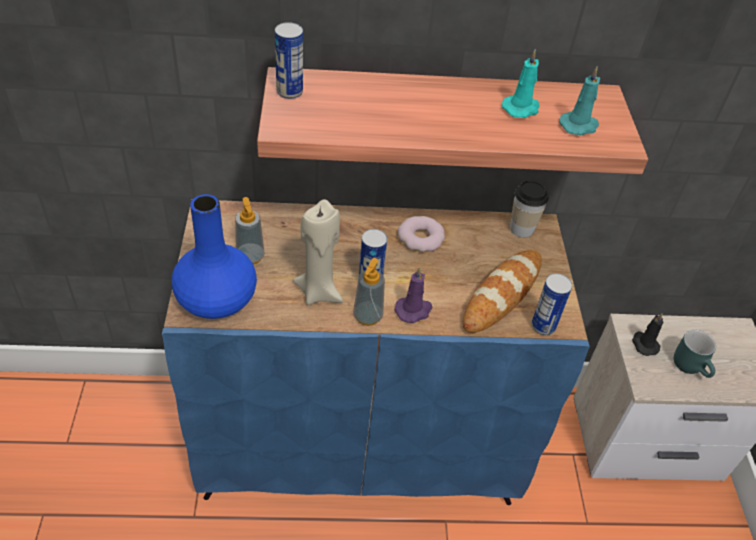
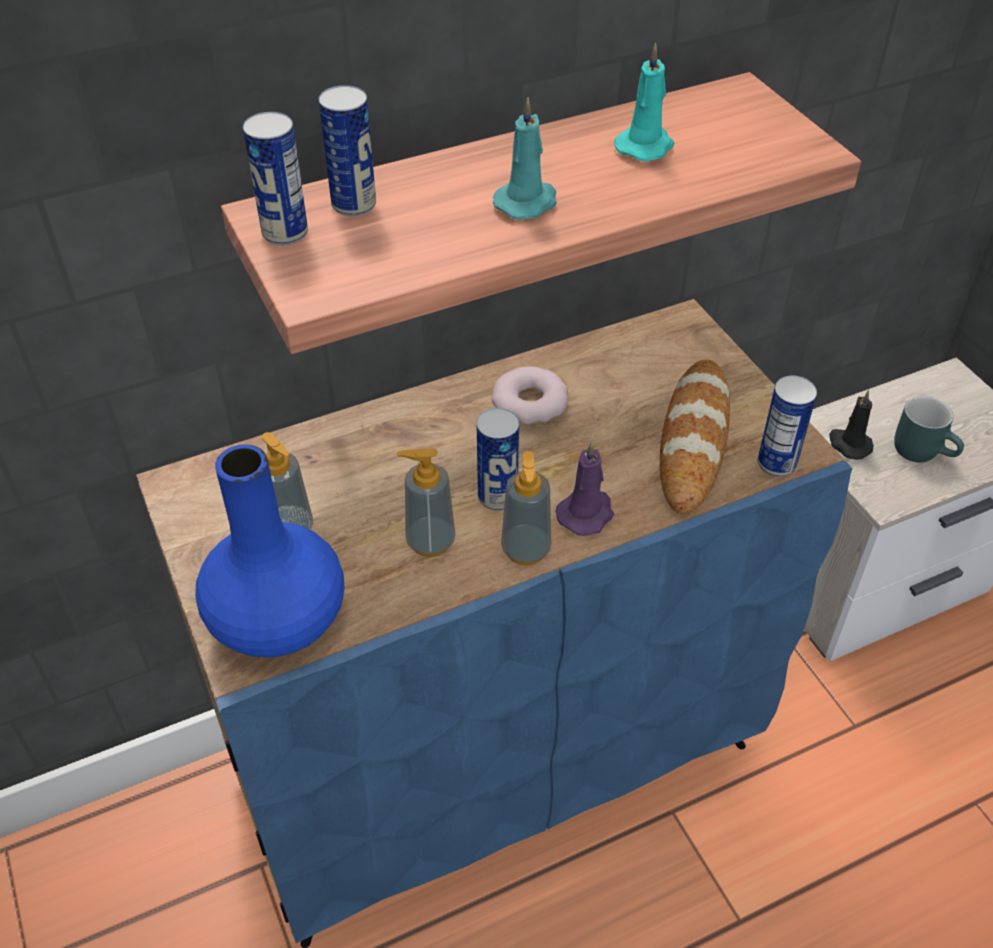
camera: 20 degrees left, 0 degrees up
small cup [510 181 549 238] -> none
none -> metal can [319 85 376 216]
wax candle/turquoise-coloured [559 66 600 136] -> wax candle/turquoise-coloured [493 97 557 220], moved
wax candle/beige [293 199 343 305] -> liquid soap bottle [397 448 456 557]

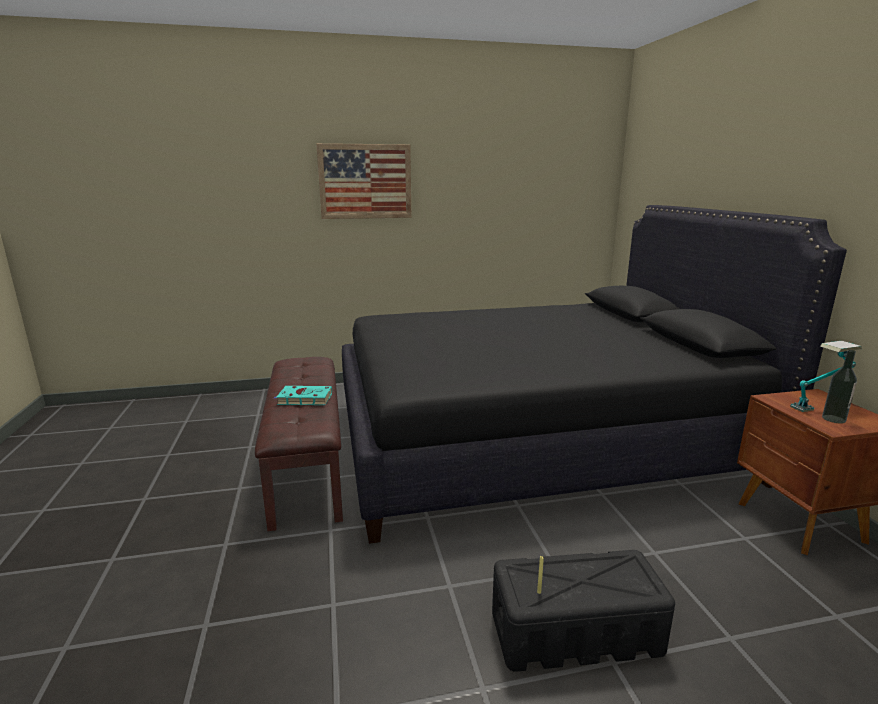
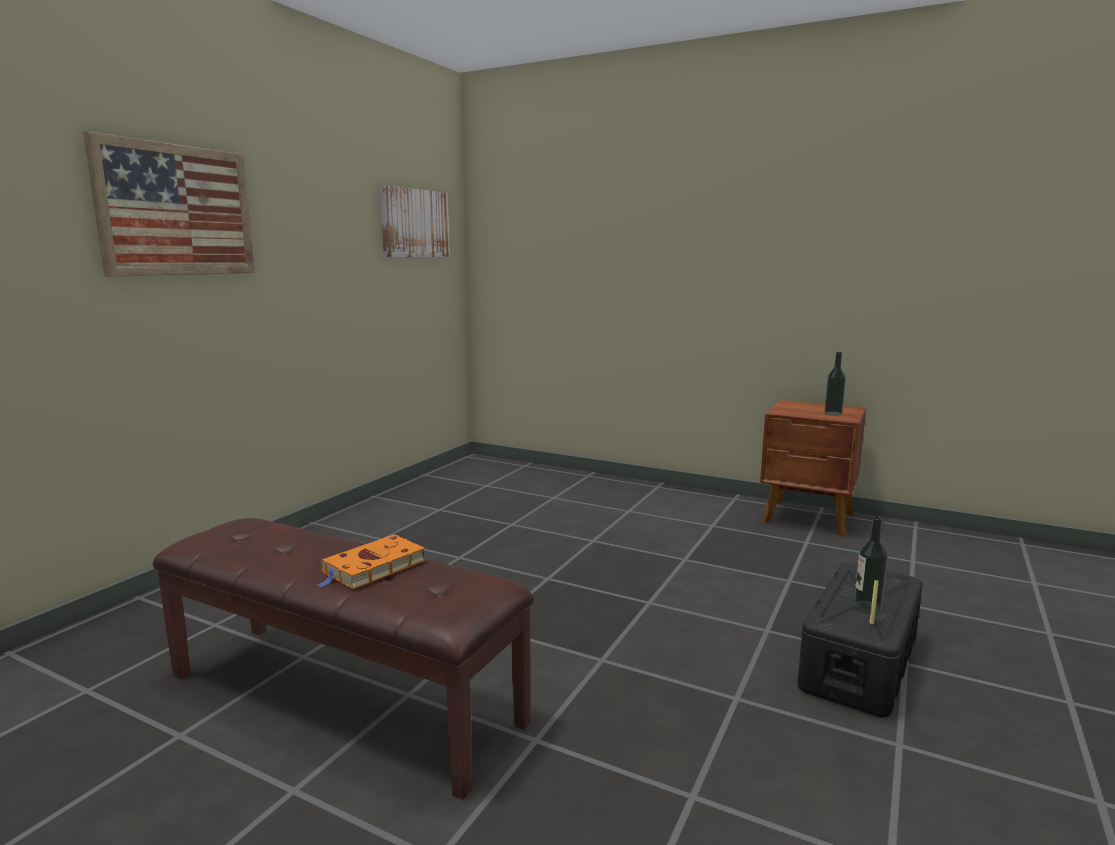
camera: 50 degrees left, 5 degrees down
bedroom bed/black [342 205 847 544] -> none
table lamp [790 341 862 412] -> none
none -> wall picture [380 185 450 257]
none -> beverage bottle [854 516 888 613]
volume/turquoise-coloured [272 386 332 405] -> volume/orangey [317 535 426 589]

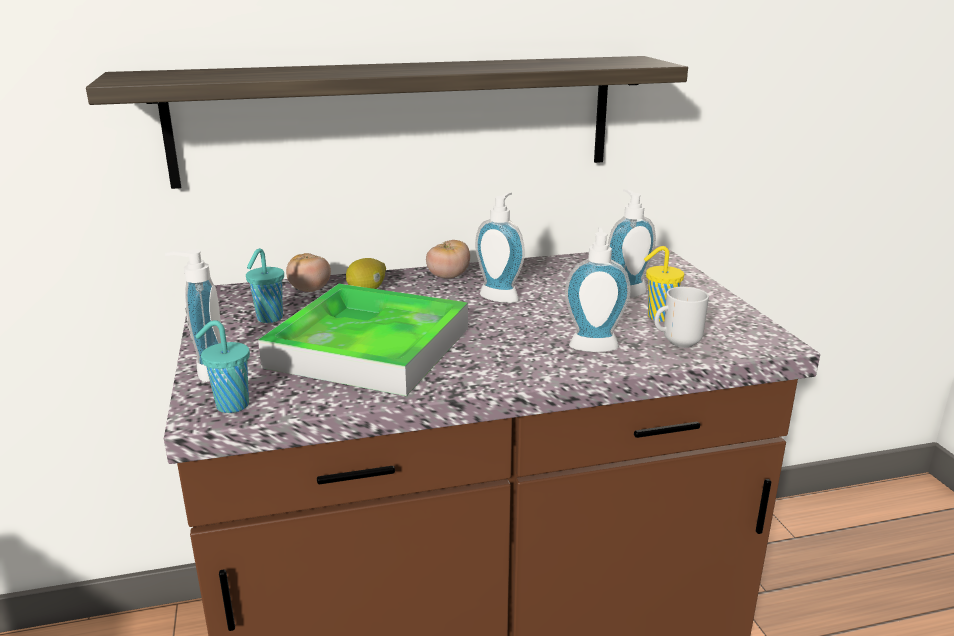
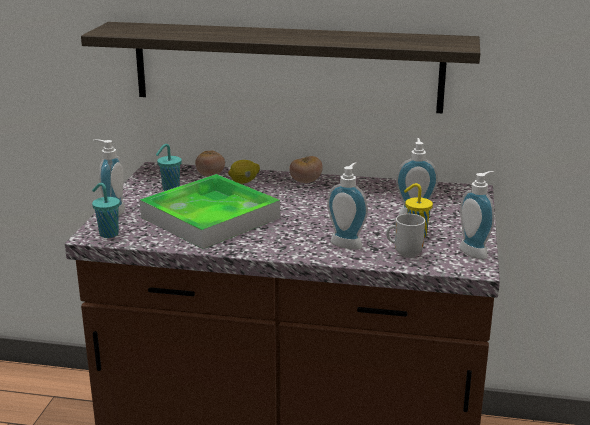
camera: 25 degrees right, 0 degrees up
liquid soap bottle [475 192 525 303] -> liquid soap bottle [460 171 494 259], moved

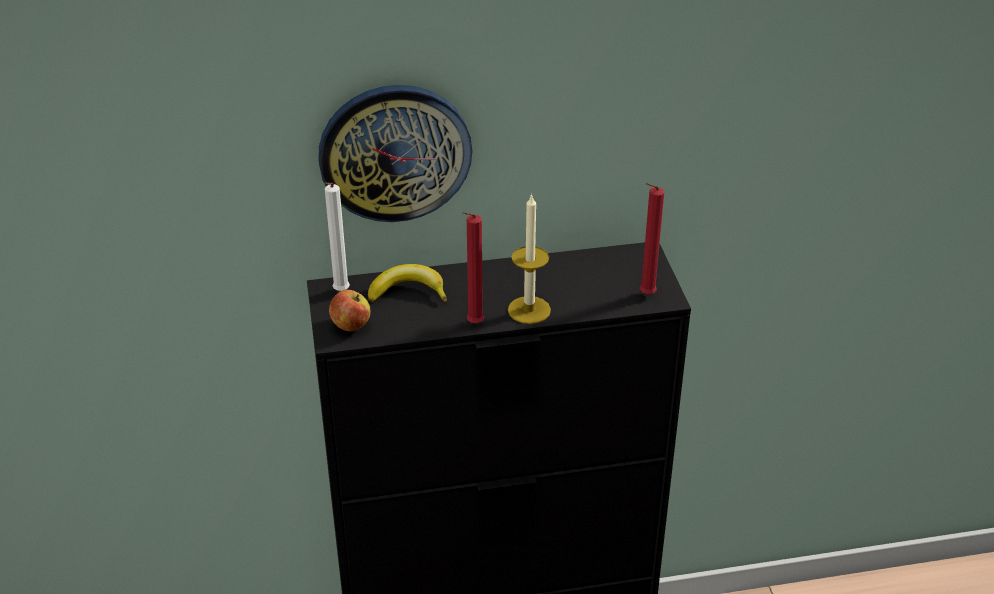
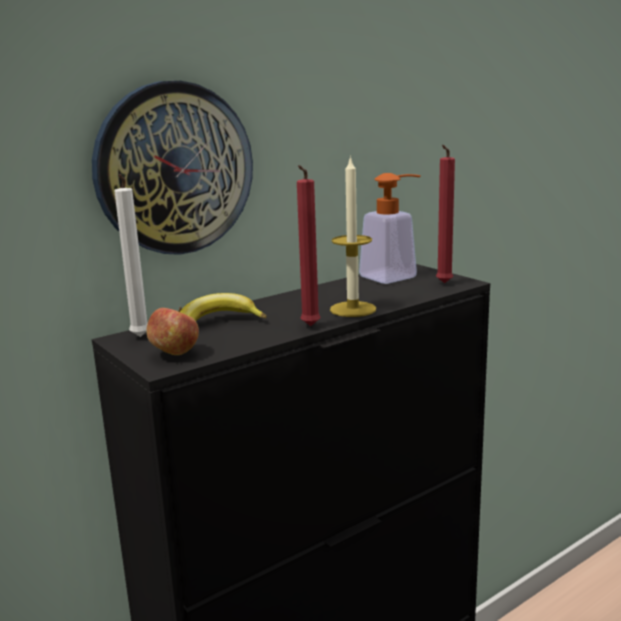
camera: 25 degrees left, 20 degrees down
none -> liquid soap bottle [359 173 421 284]

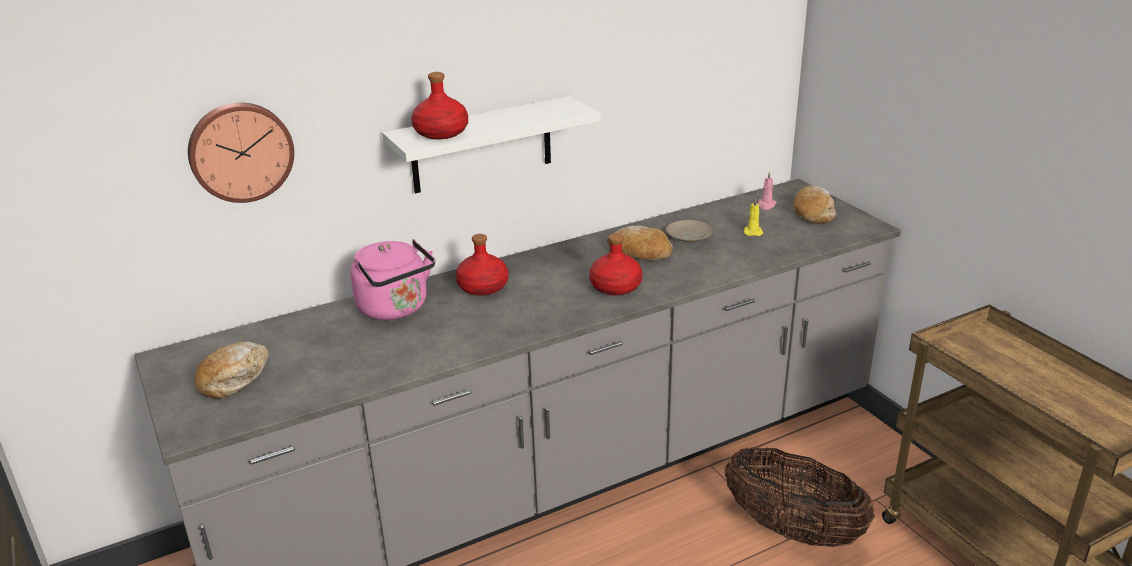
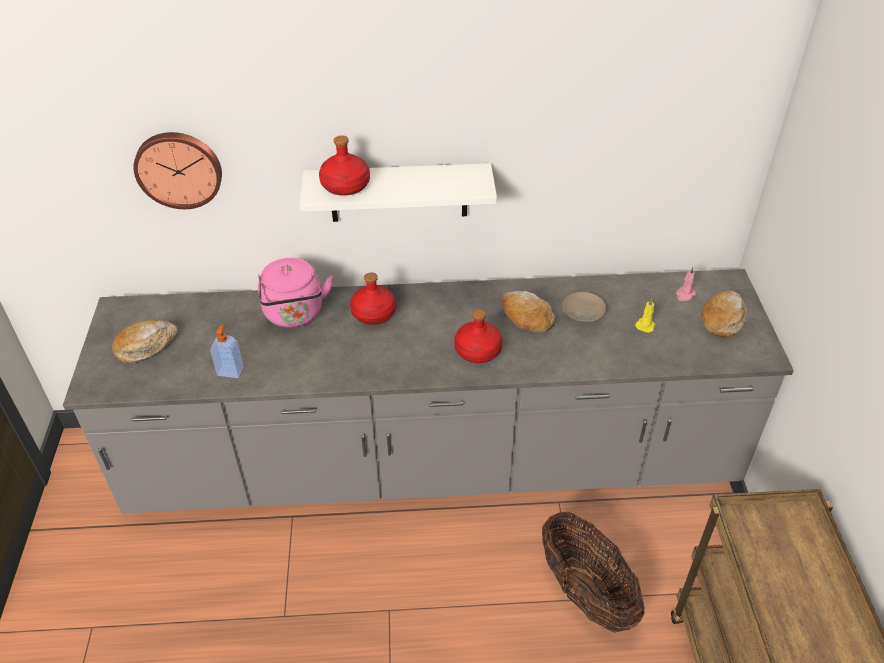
camera: 25 degrees right, 15 degrees up
none -> liquid soap bottle [210 324 244 378]

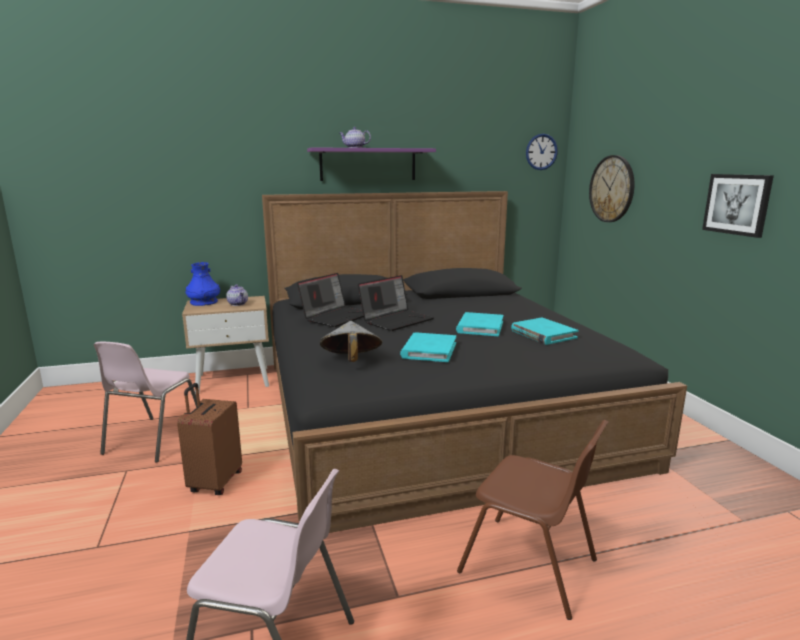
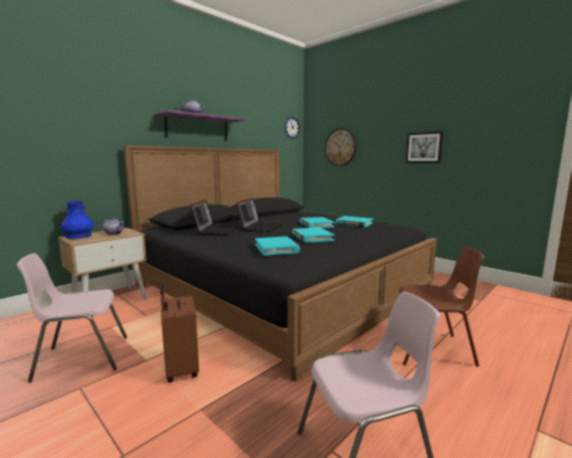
camera: 30 degrees left, 5 degrees down
hat/greyish [320 321 382 362] -> volume/turquoise-coloured [255 236 300 256]
chair/pink [93 342 198 462] -> chair/pink [17 253 127 383], 90 degrees clockwise

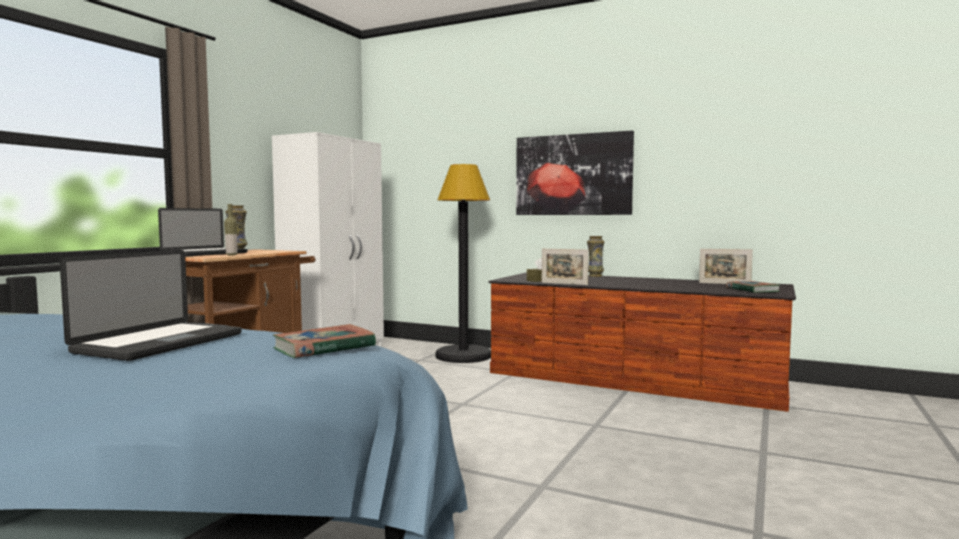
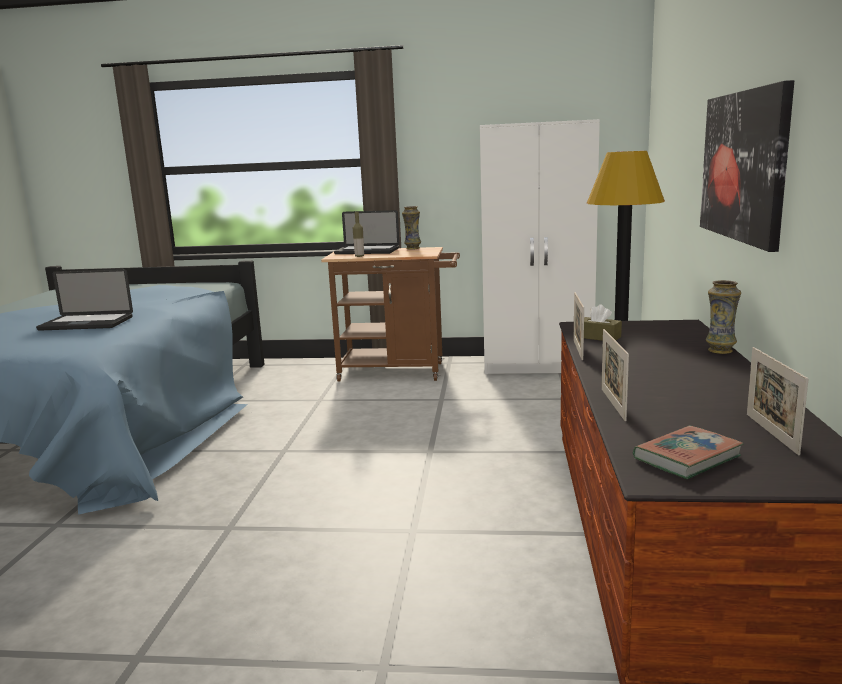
camera: 70 degrees right, 10 degrees up
volume [273 324 376 358] -> none
none -> photo frame [601 329 629 421]

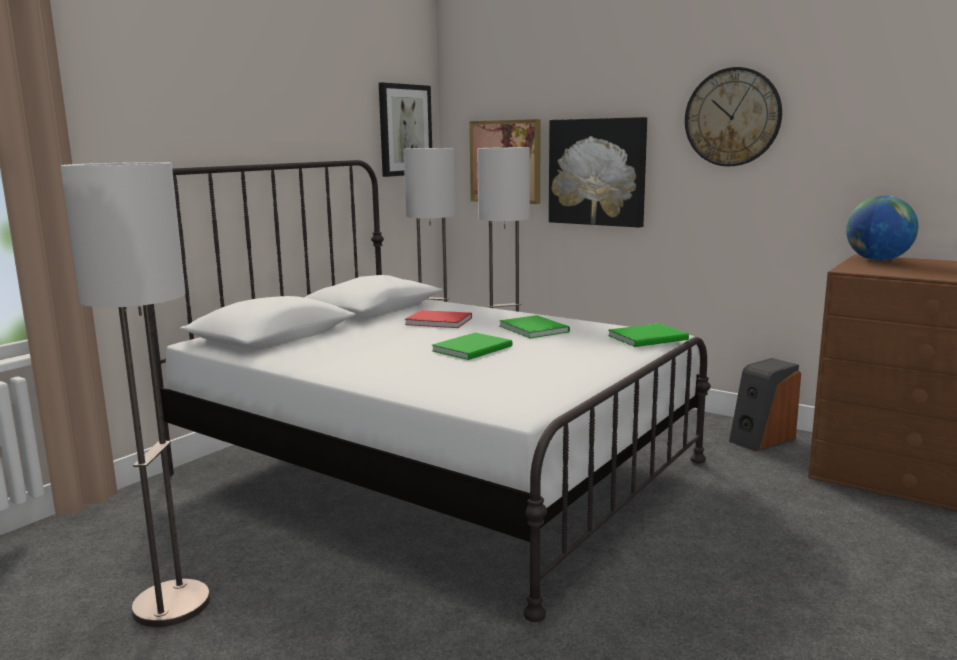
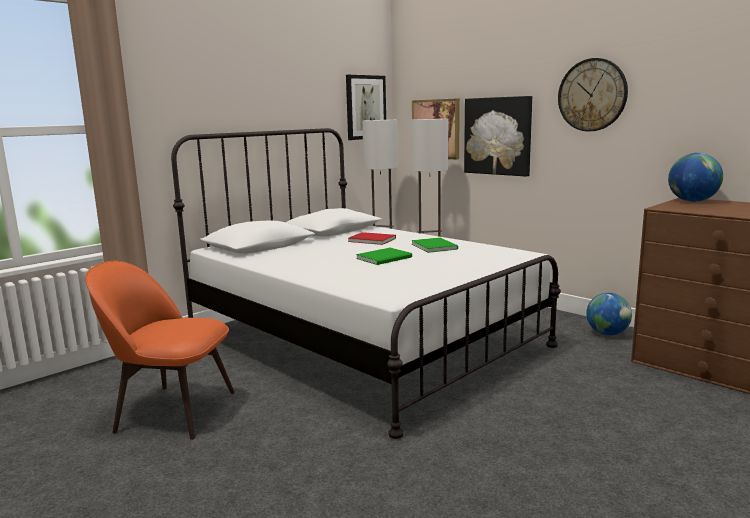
camera: 10 degrees right, 0 degrees up
volume/green-coloured [608 323 689 347] -> none
standing lamp [60 162 210 627] -> chair/orangey [85 261 235 440]
audio speaker [729 358 801 451] -> desk globe [586 293 632 335]

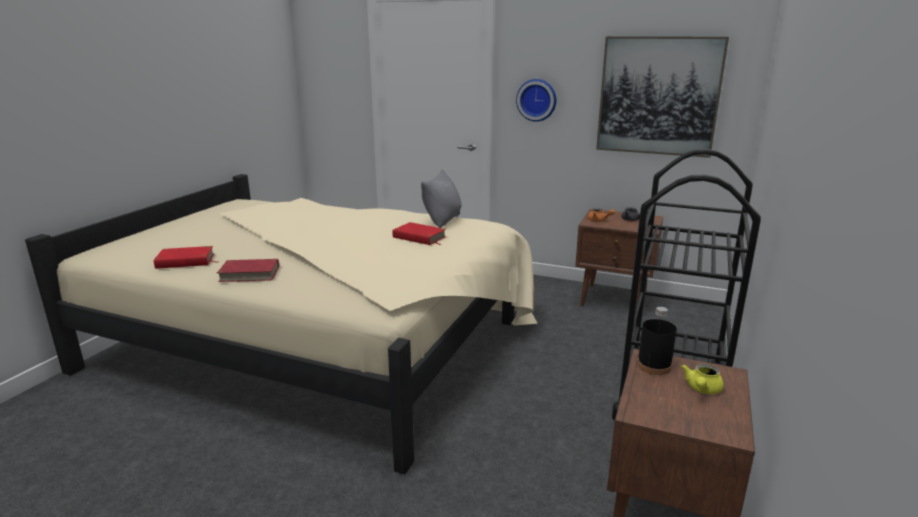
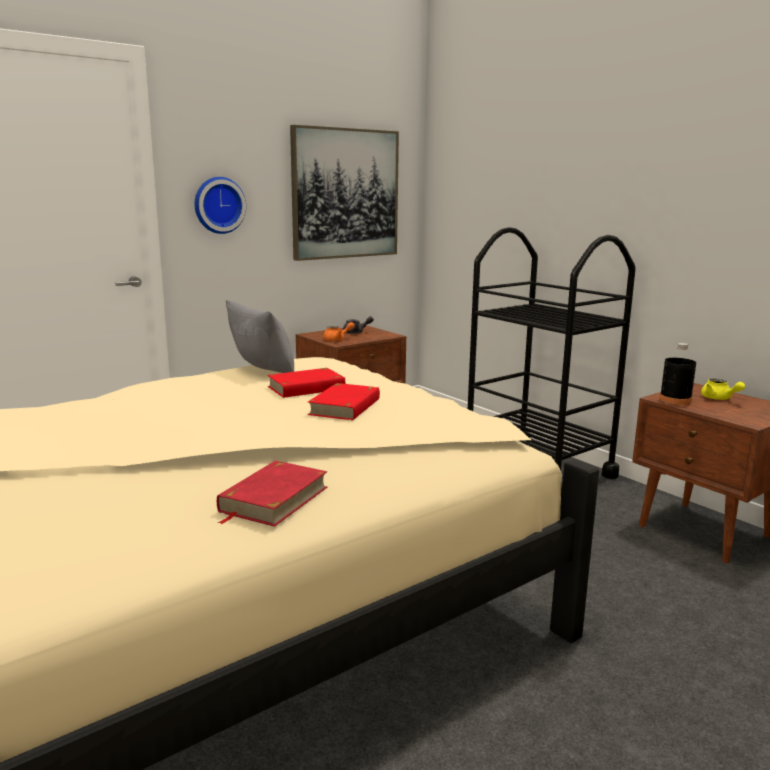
camera: 60 degrees left, 5 degrees down
volume/reddish [154 246 219 269] -> volume/reddish [308 383 380 420], moved

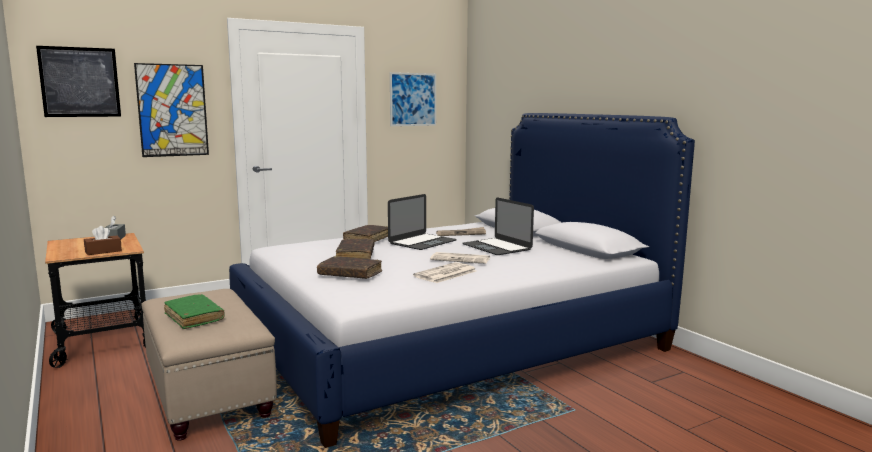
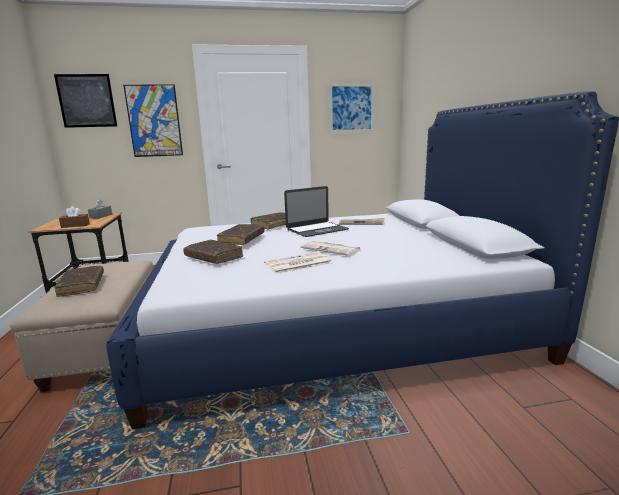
camera: 20 degrees right, 5 degrees up
portable computer [462 197 534 255] -> none
volume/green-coloured [164 294 225 329] -> volume/brown [54 266 104 297]

